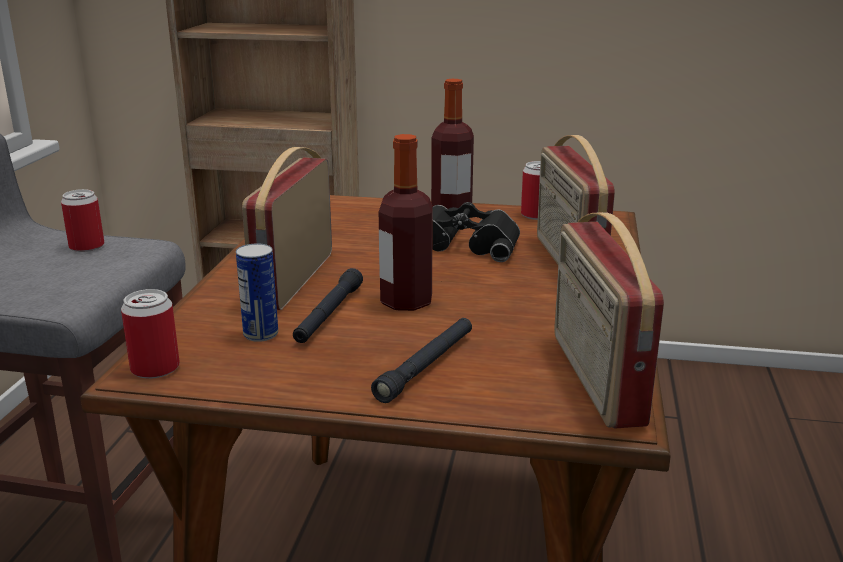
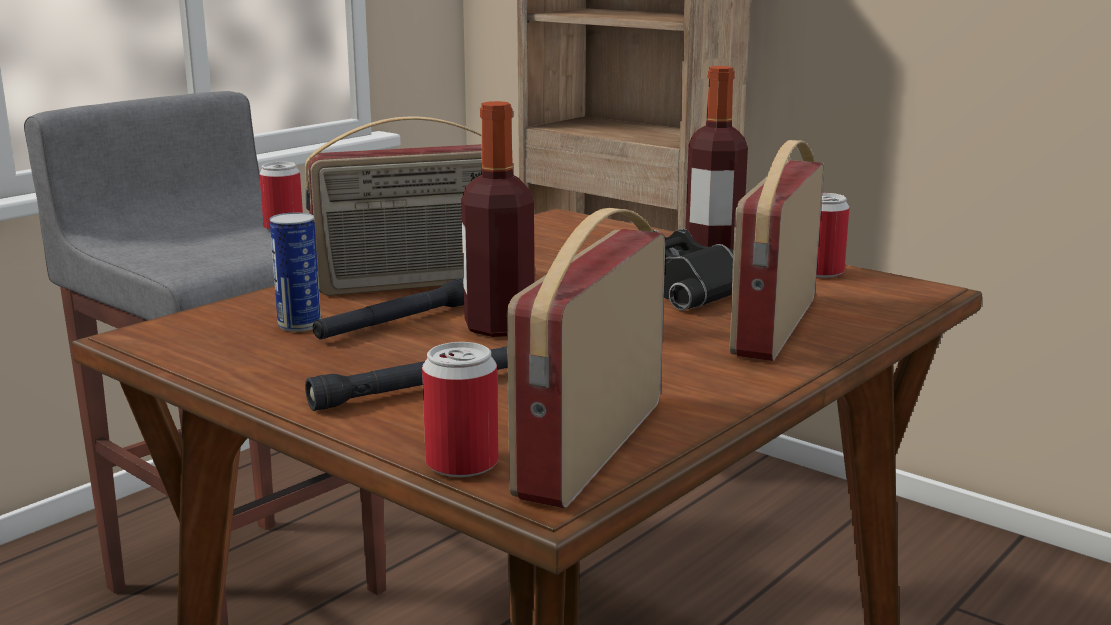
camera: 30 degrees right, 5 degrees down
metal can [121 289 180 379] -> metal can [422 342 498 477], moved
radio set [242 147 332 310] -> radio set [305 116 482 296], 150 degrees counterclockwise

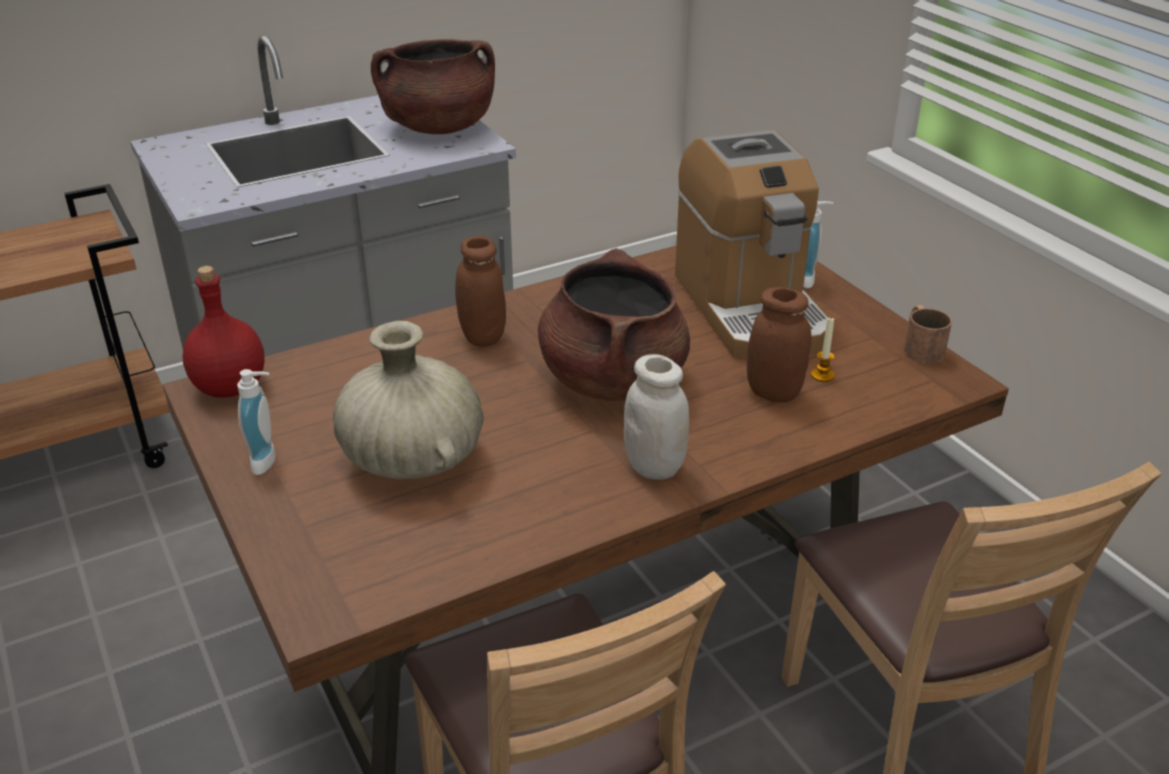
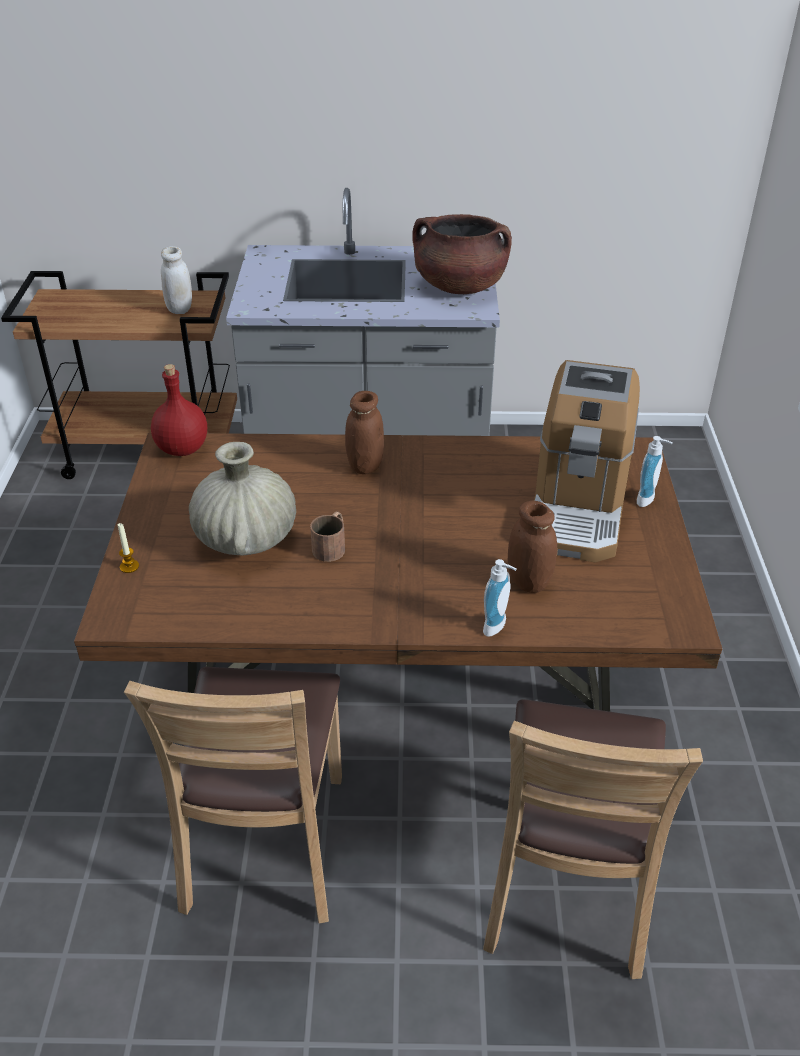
camera: 30 degrees right, 5 degrees up
cooking pot/brown [538 248 690 401] -> none
liquid soap bottle [237 369 276 475] -> liquid soap bottle [483 559 517 636], moved
storage jar/whitish [624 354 689 480] -> storage jar/whitish [161 246 192 314], moved
wax candle [811 318 835 382] -> wax candle [118 523 139 573], moved
tea mug/brown [904 305 952 364] -> tea mug/brown [310 512 345 562], moved

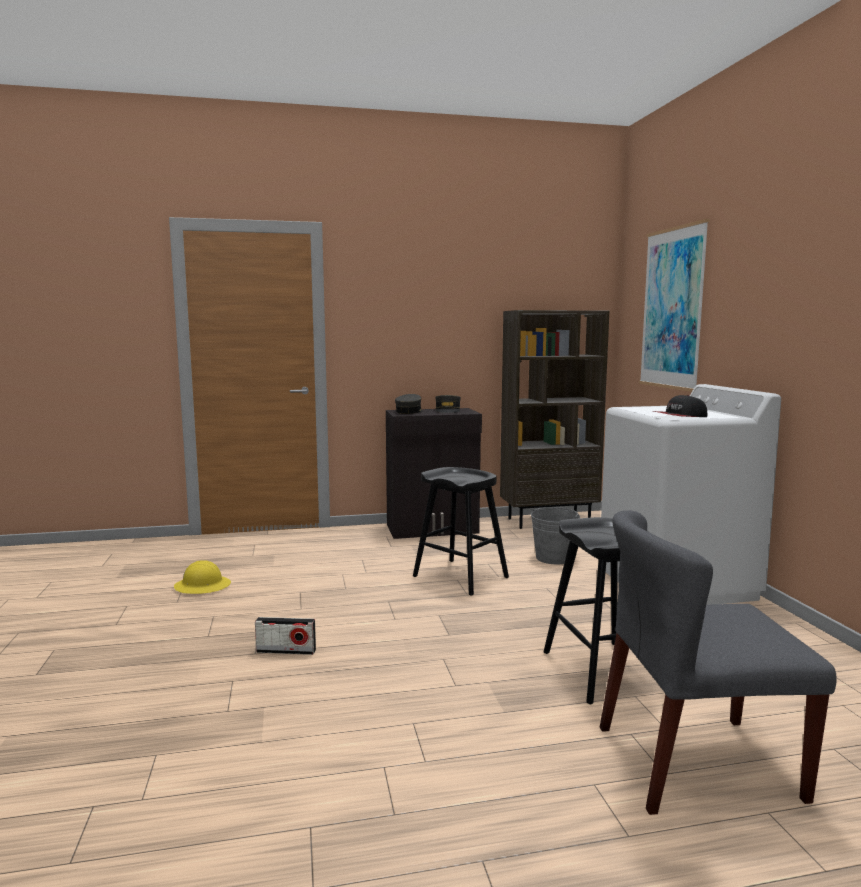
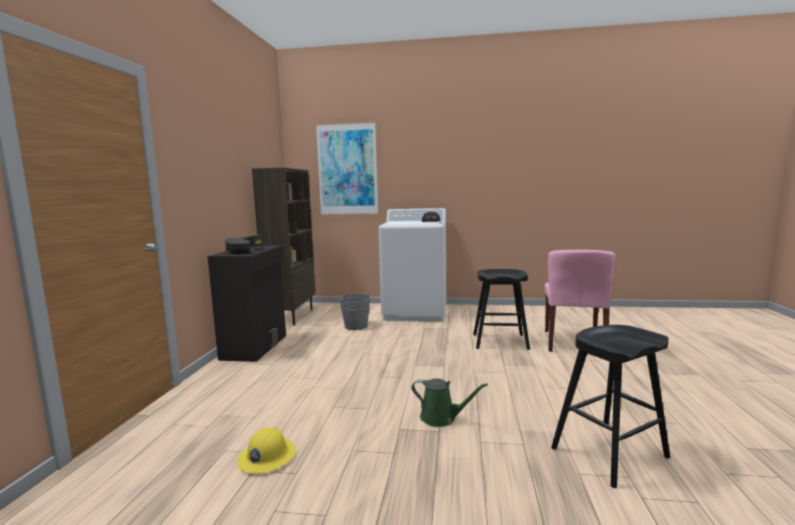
camera: 70 degrees left, 0 degrees up
stool/black [413 467 509 596] -> stool/black [551 325 670 488], moved
radio set [255 617 316 655] -> sprinkling can/green-coloured [411 378 488 427]
chair/greyish [600 510 837 815] -> chair/pink [544 250 615 352]

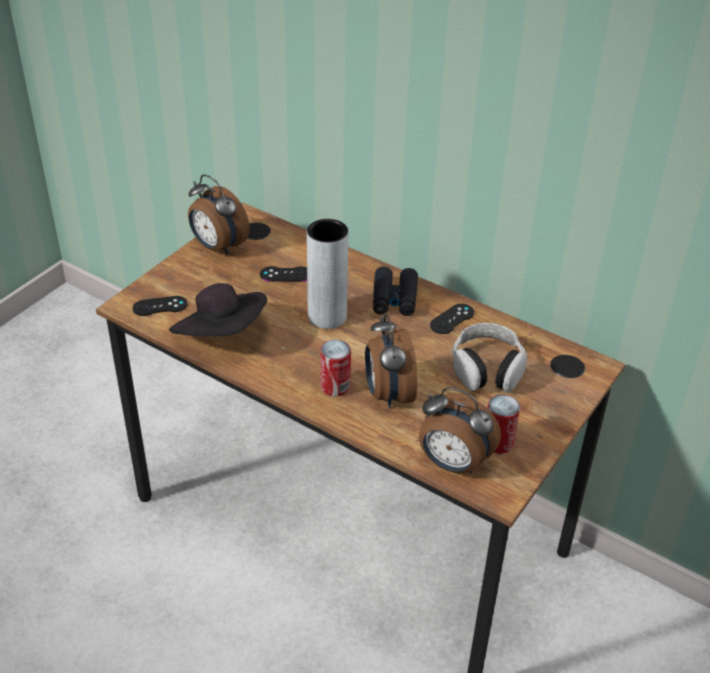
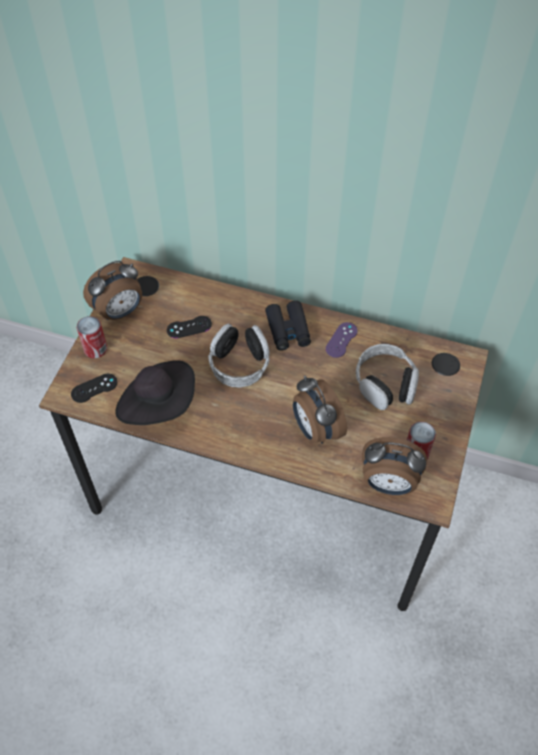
camera: 15 degrees left, 15 degrees up
metal can [320 340 351 396] -> metal can [77 316 107 358], moved
vase/greyish [307 219 349 329] -> headset [209 323 270 388]
joypad/black [430 304 474 334] -> joypad/purplish [326 322 358 358]
table clock [188 174 250 255] -> table clock [83 261 142 320], 60 degrees counterclockwise

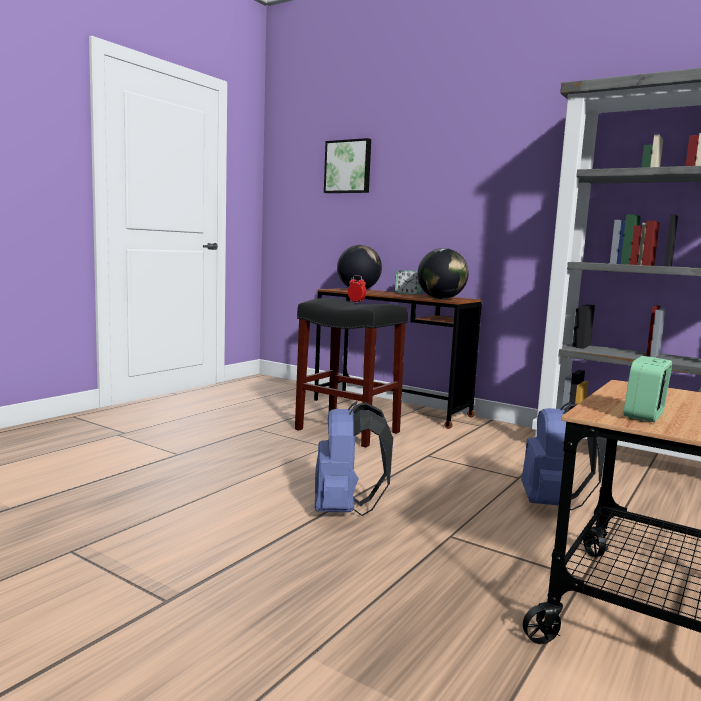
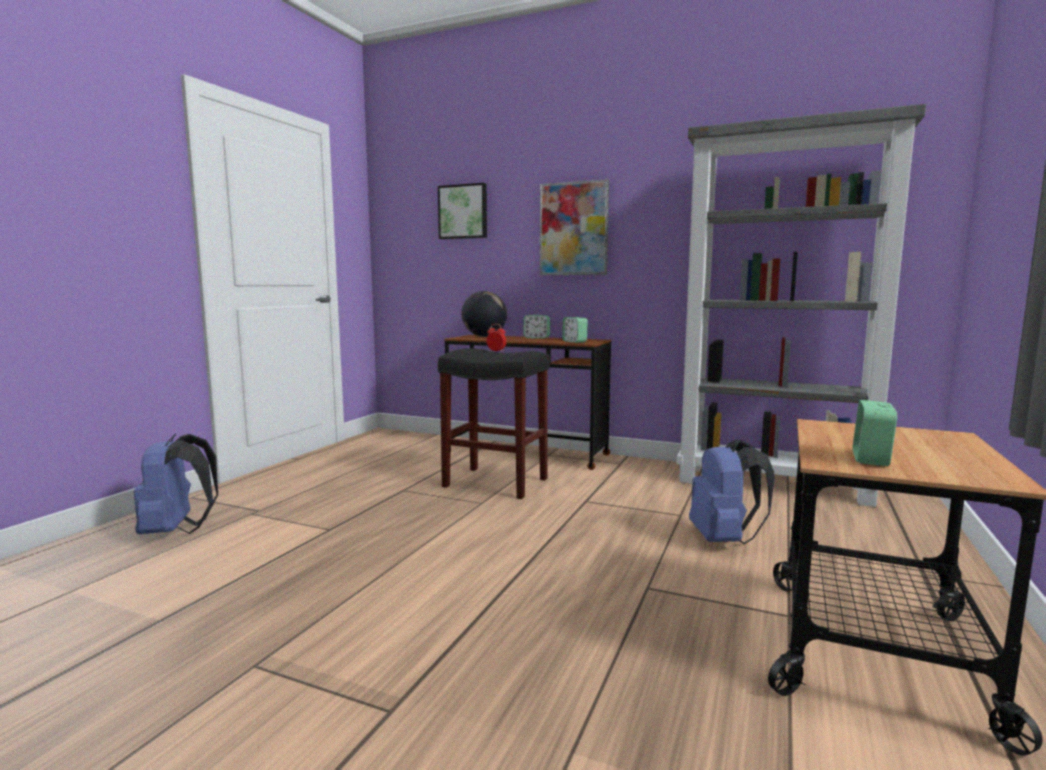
camera: 10 degrees left, 0 degrees up
none -> wall picture [540 179 609 275]
rucksack/blue-coloured [315 401 393 516] -> rucksack/blue-coloured [134 434 218 534], moved
desk globe [417 248 469 299] -> table clock [562 317 588 343]

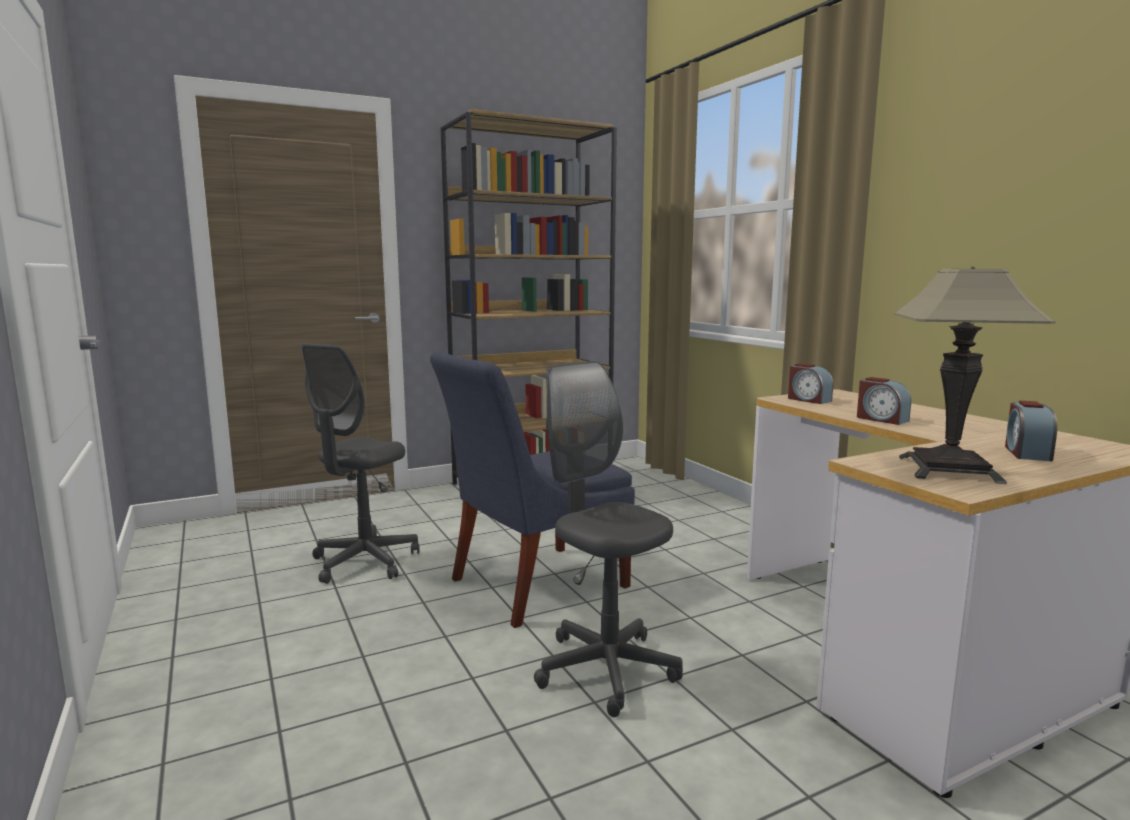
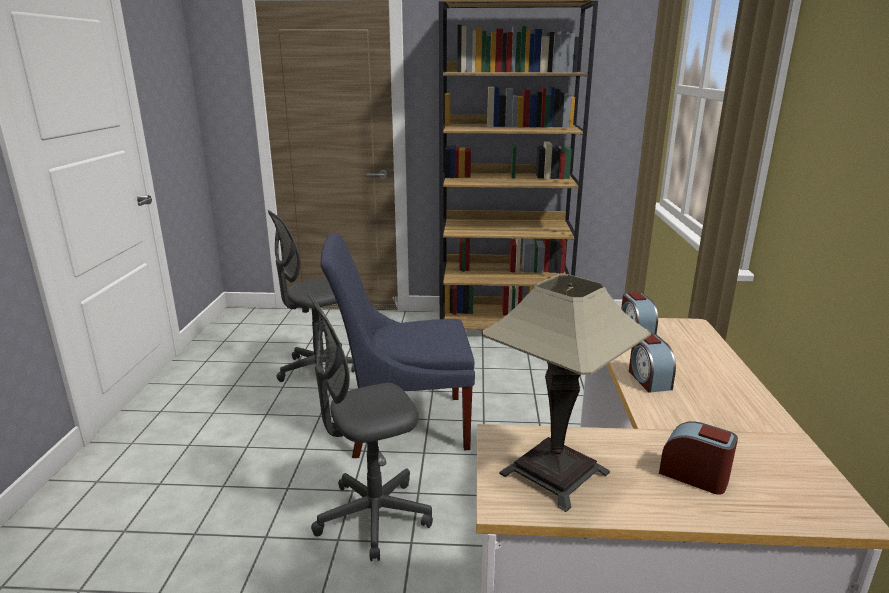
camera: 30 degrees right, 10 degrees up
computer chair/greyish [534 361 683 717] -> computer chair/greyish [306 290 433 561], 105 degrees counterclockwise
table clock [1005 401 1057 461] -> table clock [659 421 738 495], 75 degrees clockwise

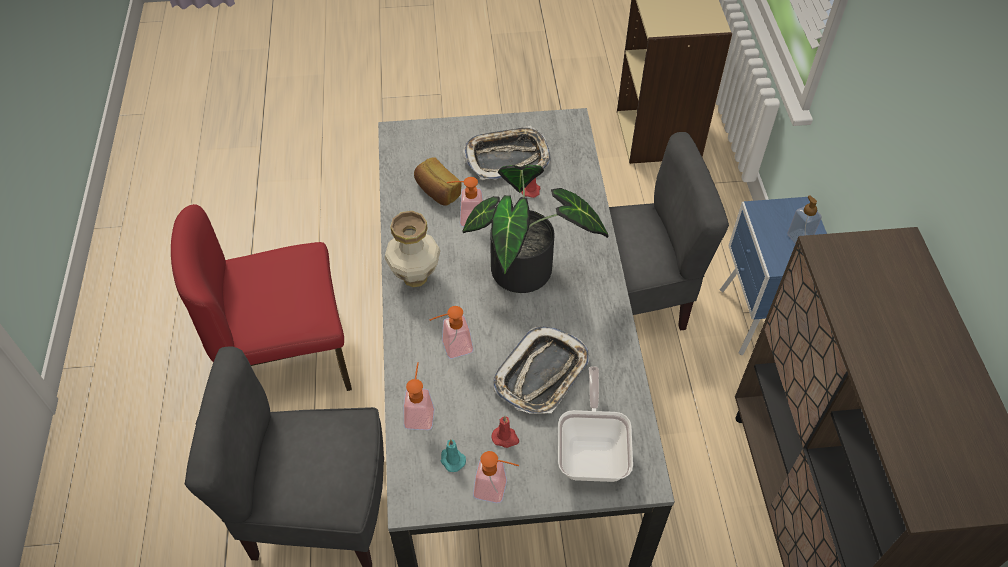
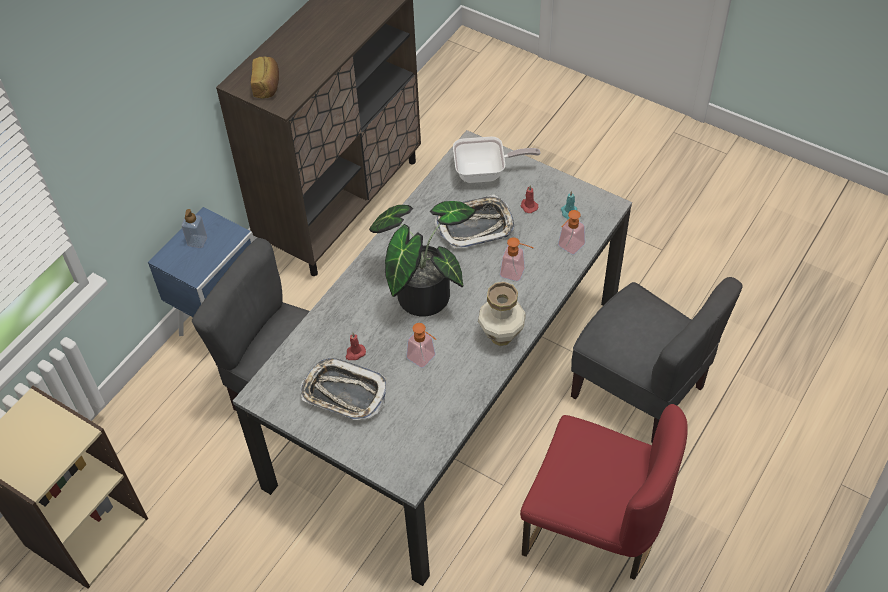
camera: 140 degrees left, 0 degrees up
liquid soap bottle [473 451 519 503] -> none
baked bread [414 157 461 206] -> baked bread [251 57 279 98], moved
pan [558 366 633 482] -> pan [453 137 541 183], 135 degrees counterclockwise

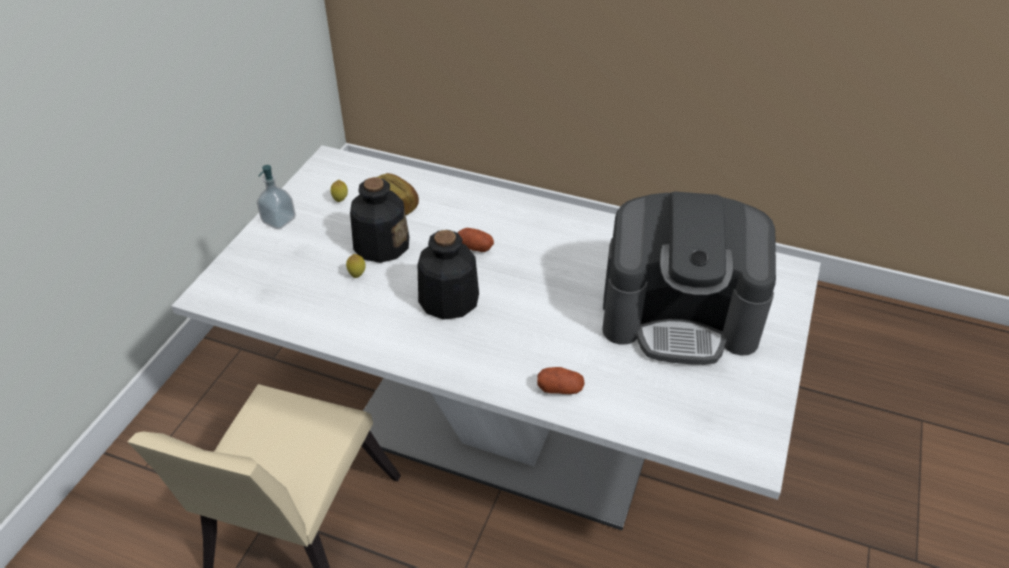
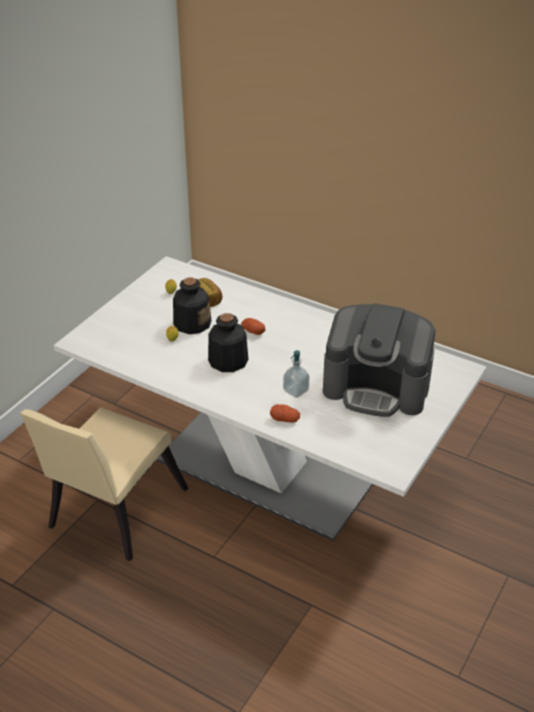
camera: 10 degrees right, 5 degrees down
liquid soap bottle [257 165 296 229] -> liquid soap bottle [283 350 309 398], moved

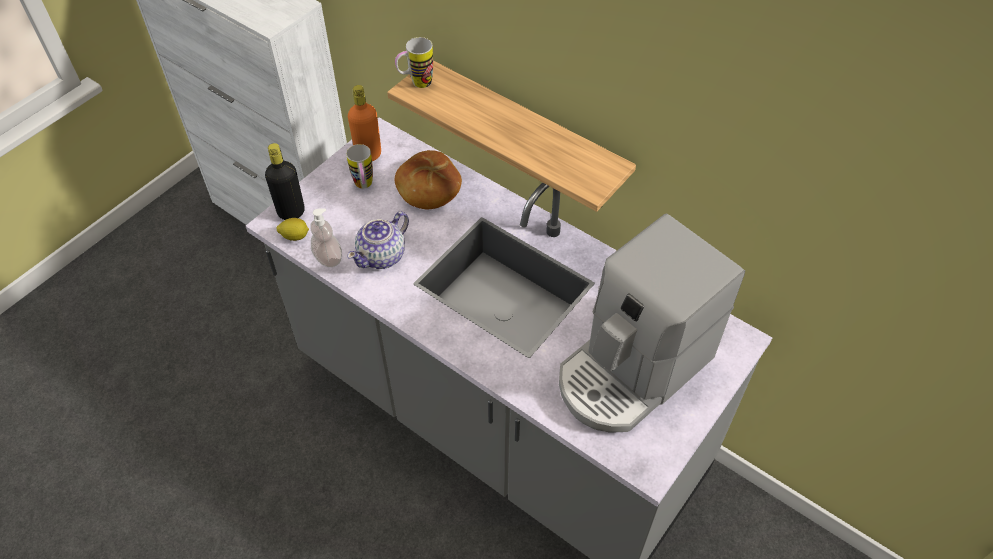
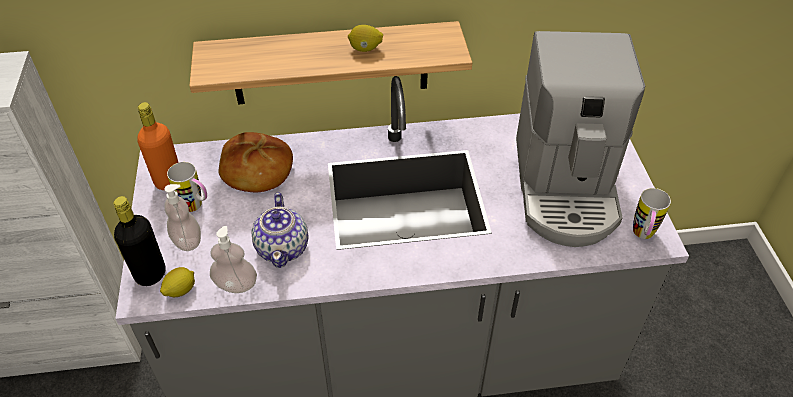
camera: 45 degrees left, 5 degrees down
none -> liquid soap bottle [164 184 201 251]
none -> lemon [348 25 383 52]
tea mug [395 37 433 88] -> tea mug [633 188 671 239], moved

